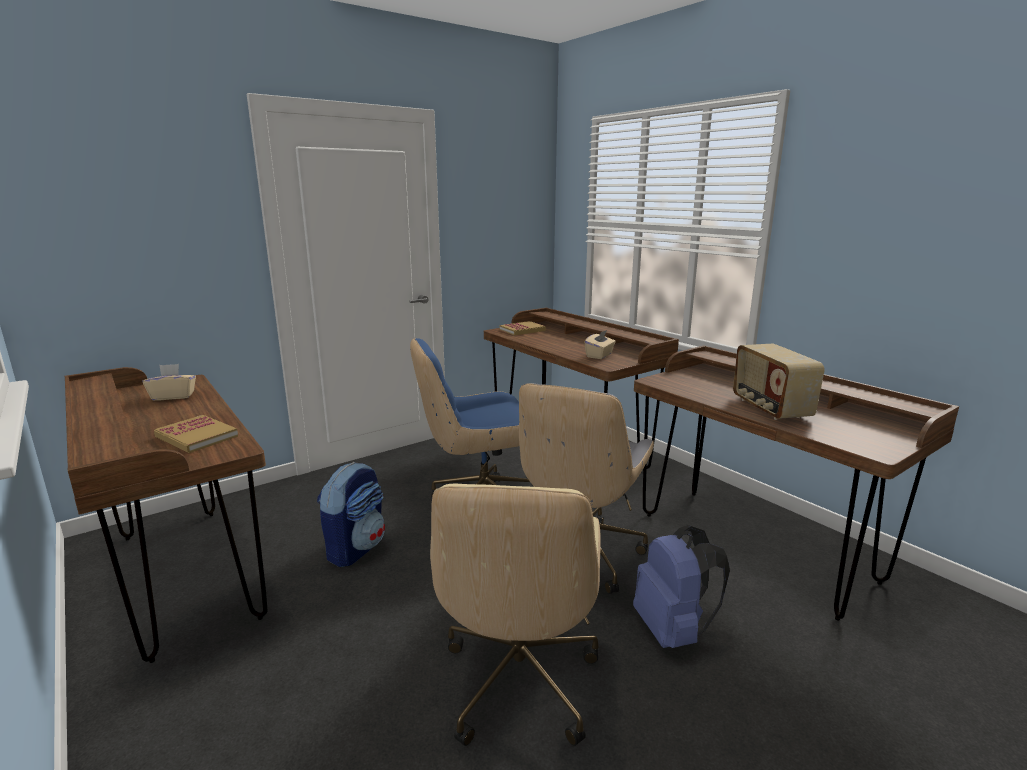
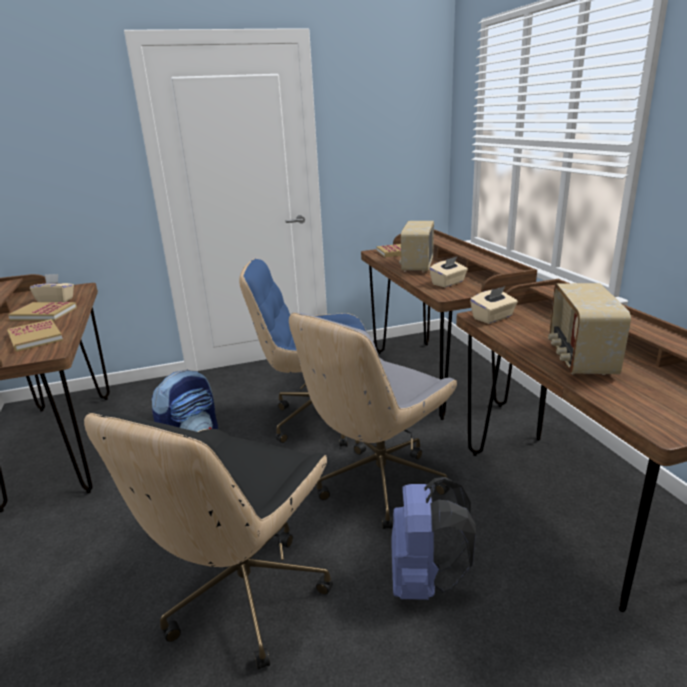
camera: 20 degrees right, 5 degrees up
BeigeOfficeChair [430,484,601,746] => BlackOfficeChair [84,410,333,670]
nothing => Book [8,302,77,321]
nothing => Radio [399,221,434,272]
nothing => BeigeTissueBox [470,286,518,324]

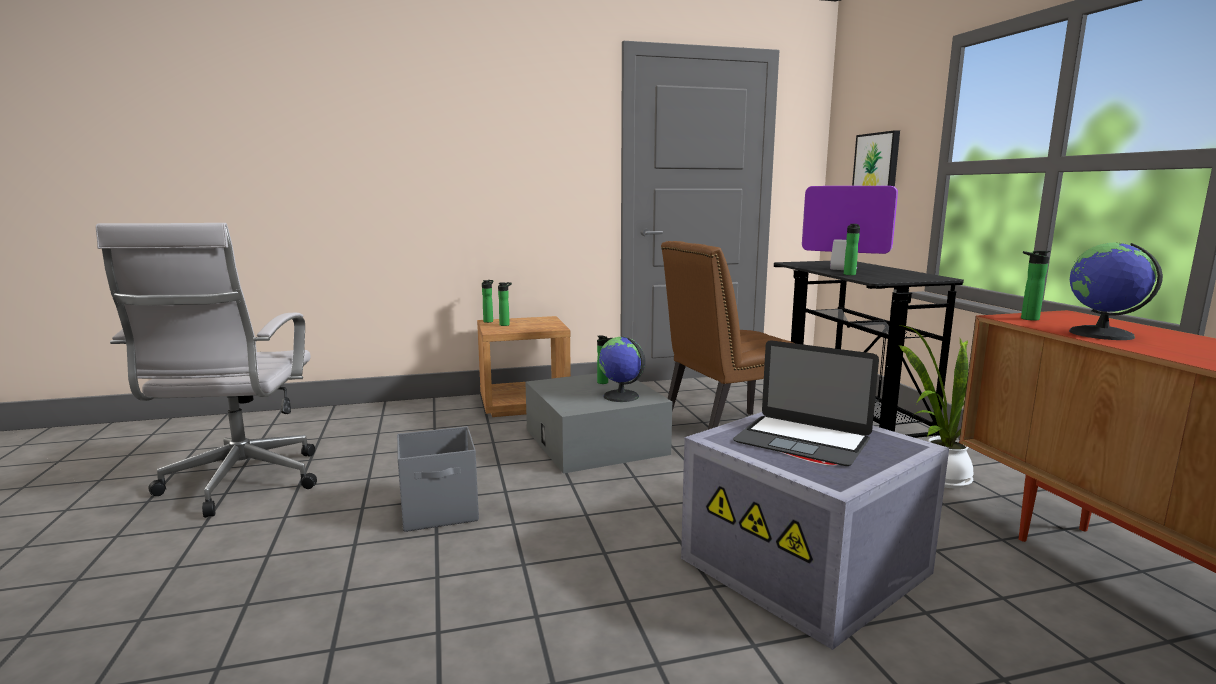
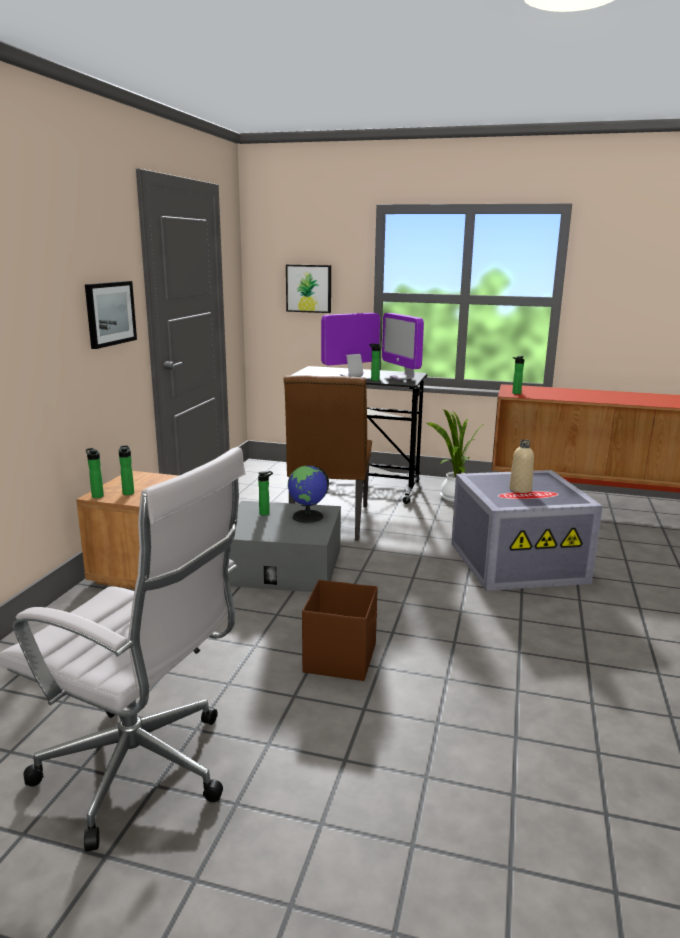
camera: 60 degrees left, 5 degrees up
GreyStorageBox [397,426,479,532] => BrownStorageBox [302,580,378,681]
Laptop [733,340,879,466] => BeigeBottle [509,439,534,493]
Globe [1069,243,1163,340] => nothing
nothing => Picture [85,281,137,349]
nothing => Monitor [382,313,424,380]

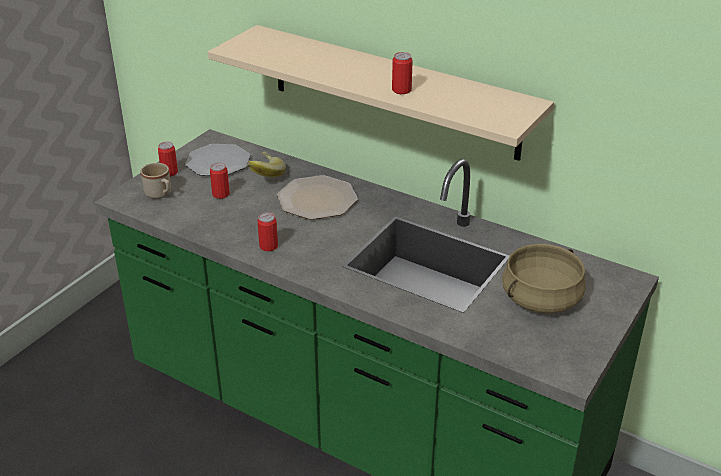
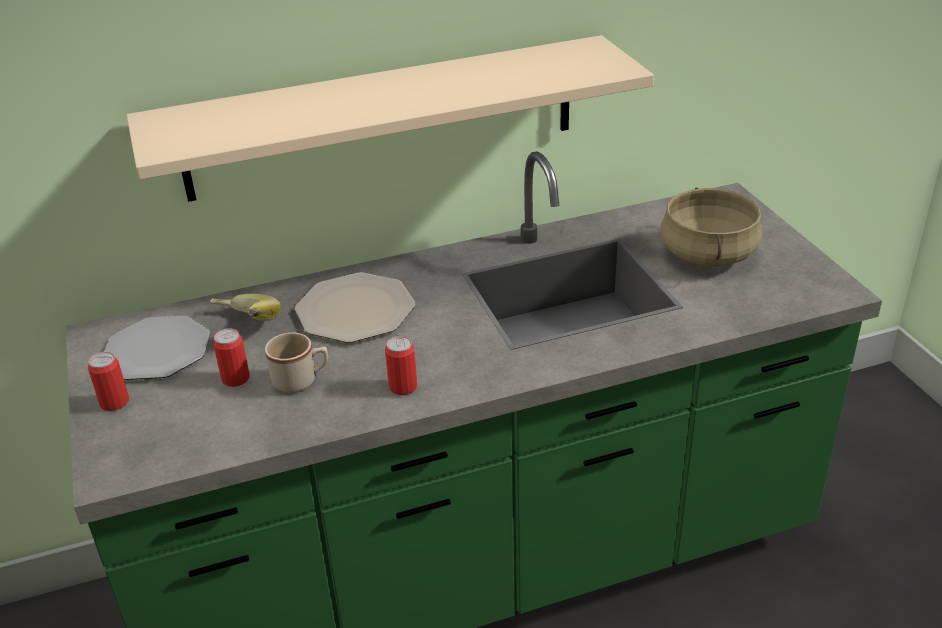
camera: 50 degrees left, 0 degrees up
BeigeMug [141,163,171,199] => BeigeMug [265,333,328,393], relocated
Can [392,52,413,94] => nothing

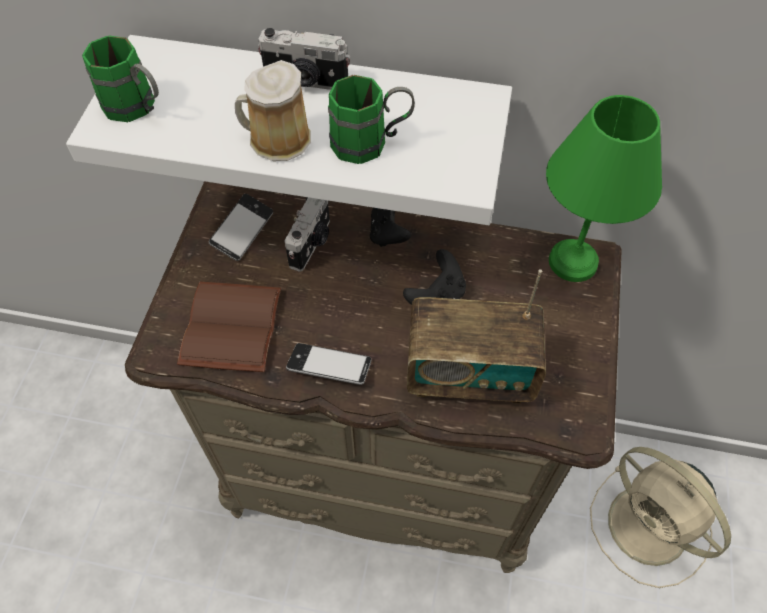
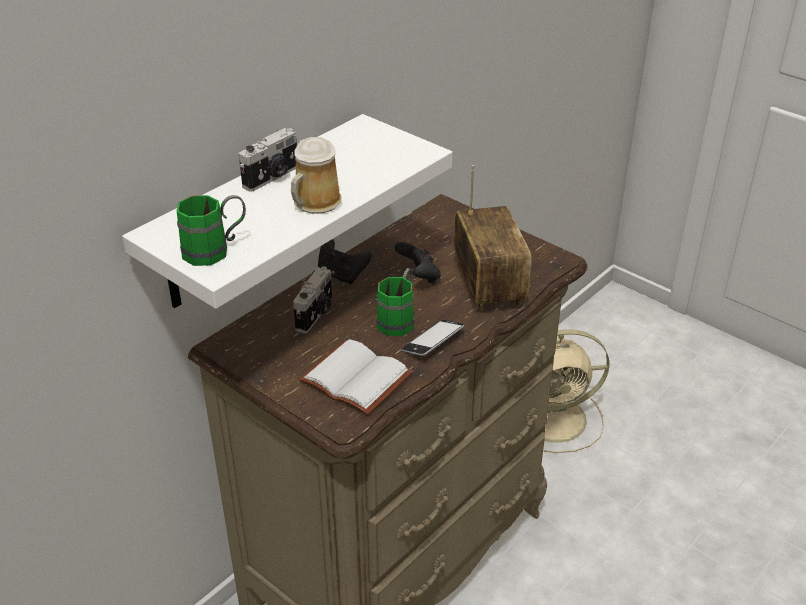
camera: 60 degrees left, 20 degrees down
BrownBook [177,282,281,372] => WhiteBook [299,339,413,415]
Phone [209,194,273,261] => nothing
PhotoCamera [285,197,330,272] => PhotoCamera [293,266,332,333], 60 degrees clockwise
GreenMug [328,75,415,164] => GreenMug [376,268,414,336], relocated
Radio [407,270,546,404] => Radio [454,165,531,311], 45 degrees counterclockwise
GreenTableLamp [546,95,662,282] => nothing

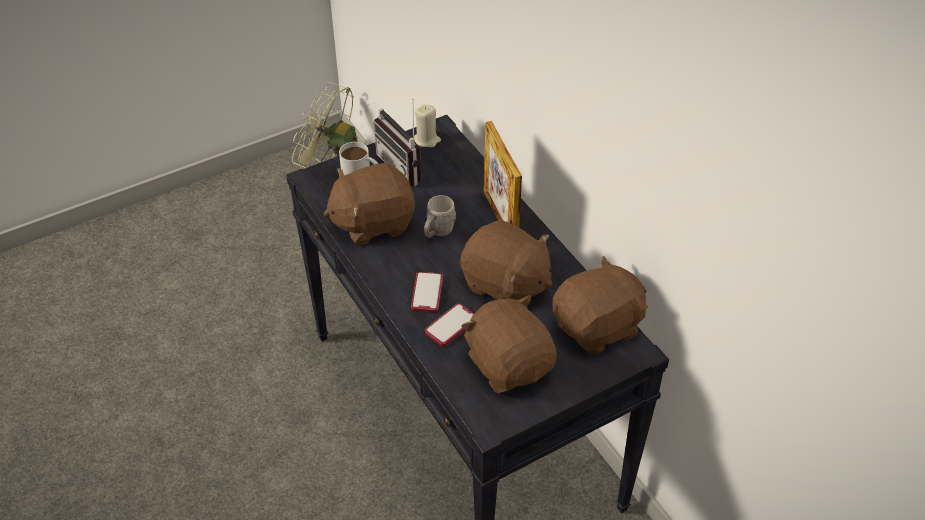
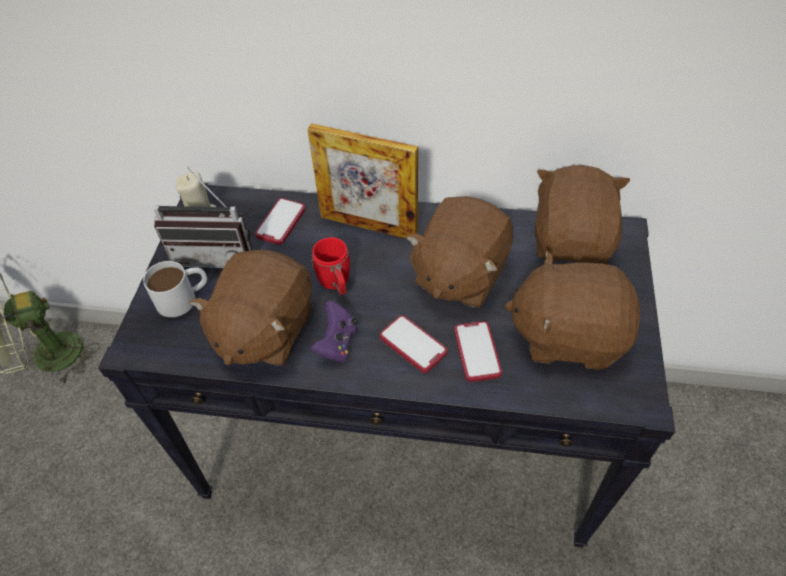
camera: 50 degrees left, 5 degrees up
GreyMug [424,195,456,238] => RedMug [312,237,350,295]
BrownPlushToy [460,220,552,300] => BrownPlushToy [406,196,513,307], 135 degrees clockwise
nothing => Phone [255,198,306,245]
nothing => PurpleGameController [311,301,357,362]

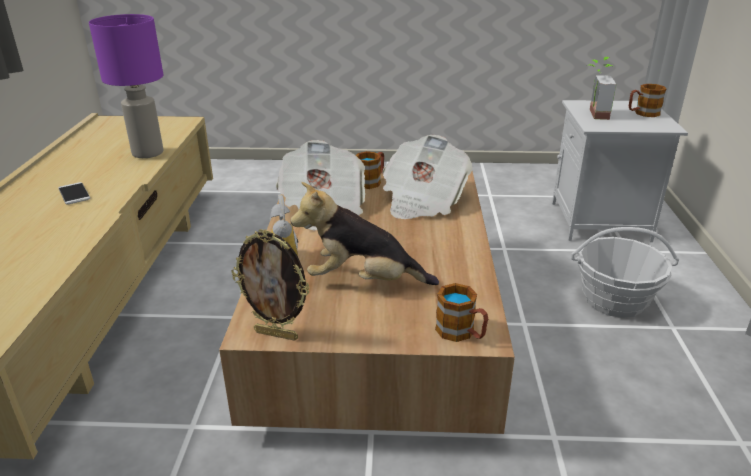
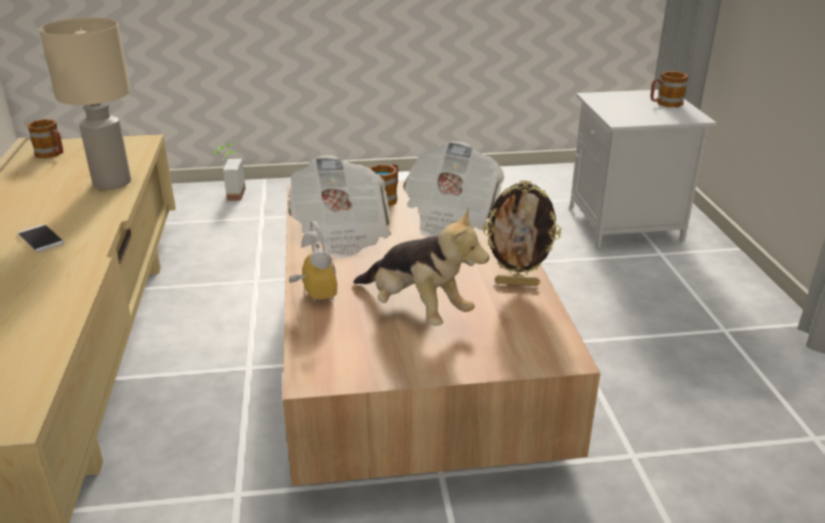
camera: 10 degrees left, 0 degrees up
PurpleTableLamp [89,14,163,158] => BeigeTableLamp [39,17,131,190]
PictureFrame [231,229,310,341] => PictureFrame [483,180,561,286], relocated
PlushToy [290,182,439,285] => PlushToy [353,208,489,326], 135 degrees counterclockwise
Mug [435,283,488,342] => Mug [27,119,63,159], relocated
Basket [571,227,679,318] => nothing
PottedPlant [588,57,616,120] => PottedPlant [212,144,246,201], relocated

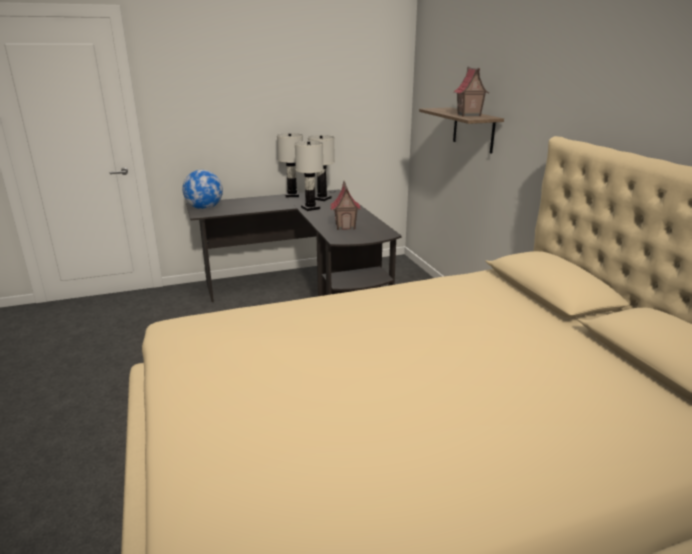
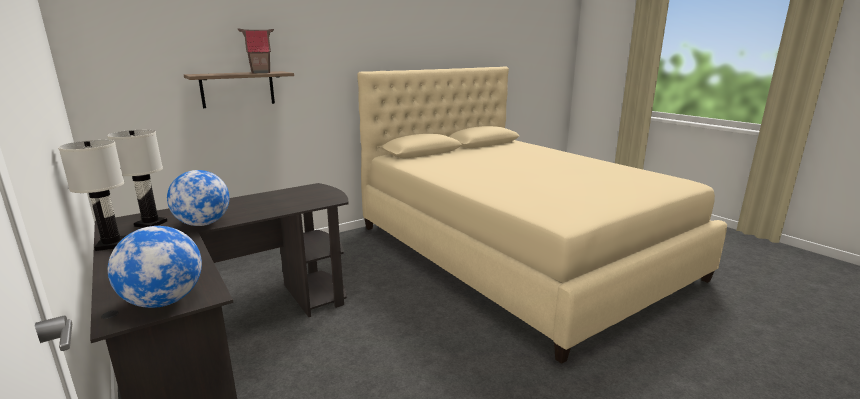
camera: 105 degrees left, 5 degrees down
WhiteTableLamp [295,141,324,211] => Globe [167,170,229,226]
ToyHouse [330,181,361,230] => nothing

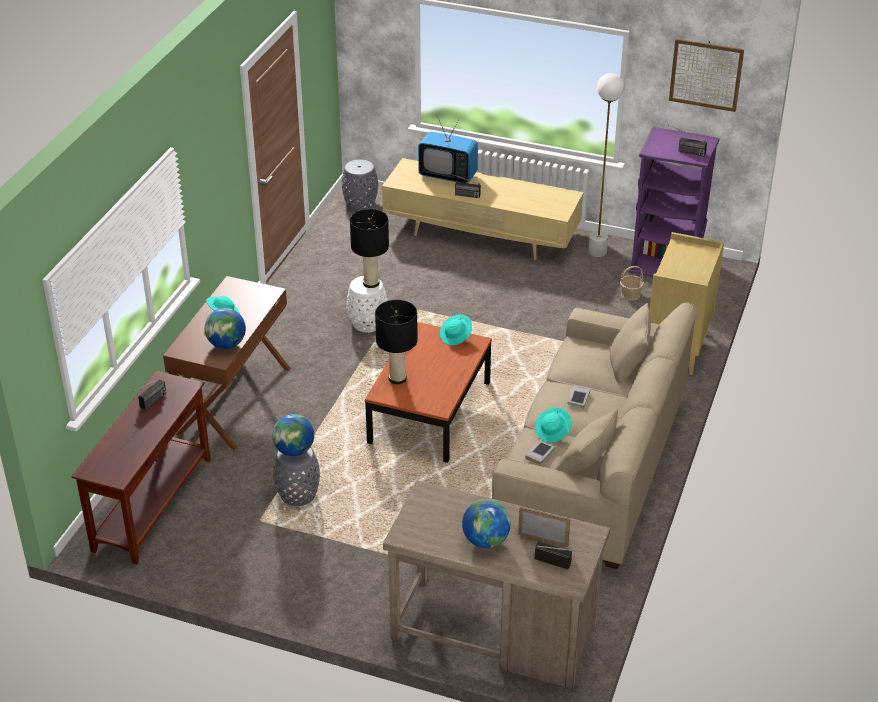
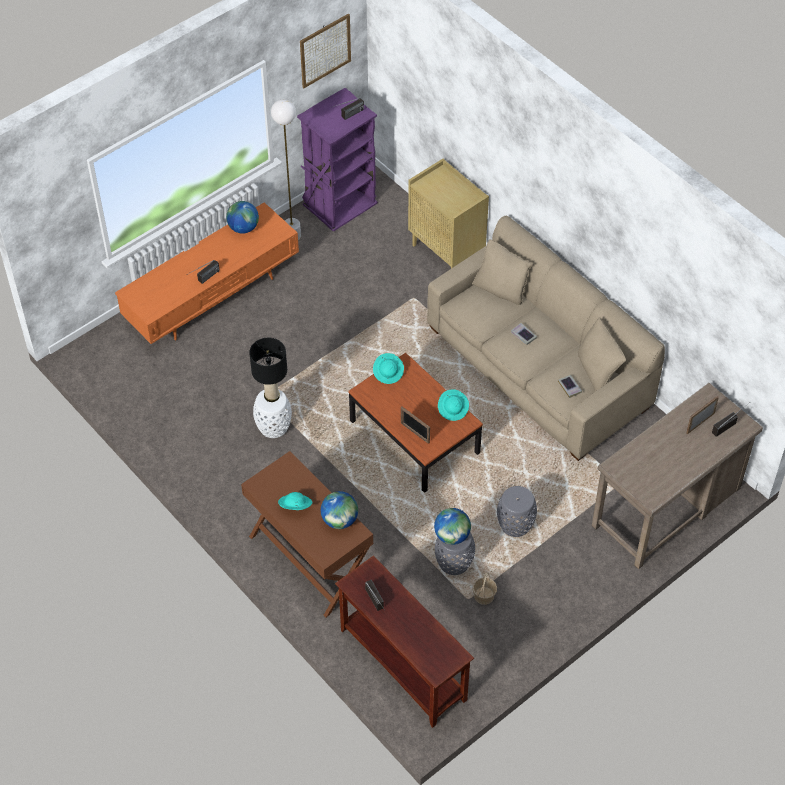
camera: 60 degrees left, 15 degrees up
GreyStool [342,159,378,211] => GreyStool [497,486,537,537], relocated
BlackTableLamp [375,300,418,384] => PictureFrame [401,407,430,444]
BeigeTvStand [382,158,584,260] => OrangeTvStand [115,202,299,344]
Television [418,116,478,183] => nothing
Globe [462,499,511,548] => Globe [226,201,259,234], relocated
TurquoiseHat [535,407,572,443] => TurquoiseHat [438,389,469,421], relocated
Basket [620,266,644,301] => Basket [472,572,497,605], relocated

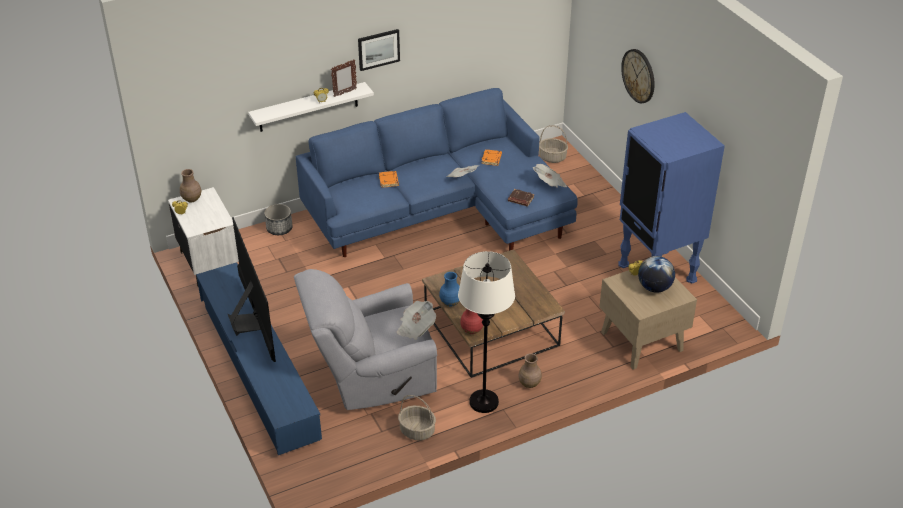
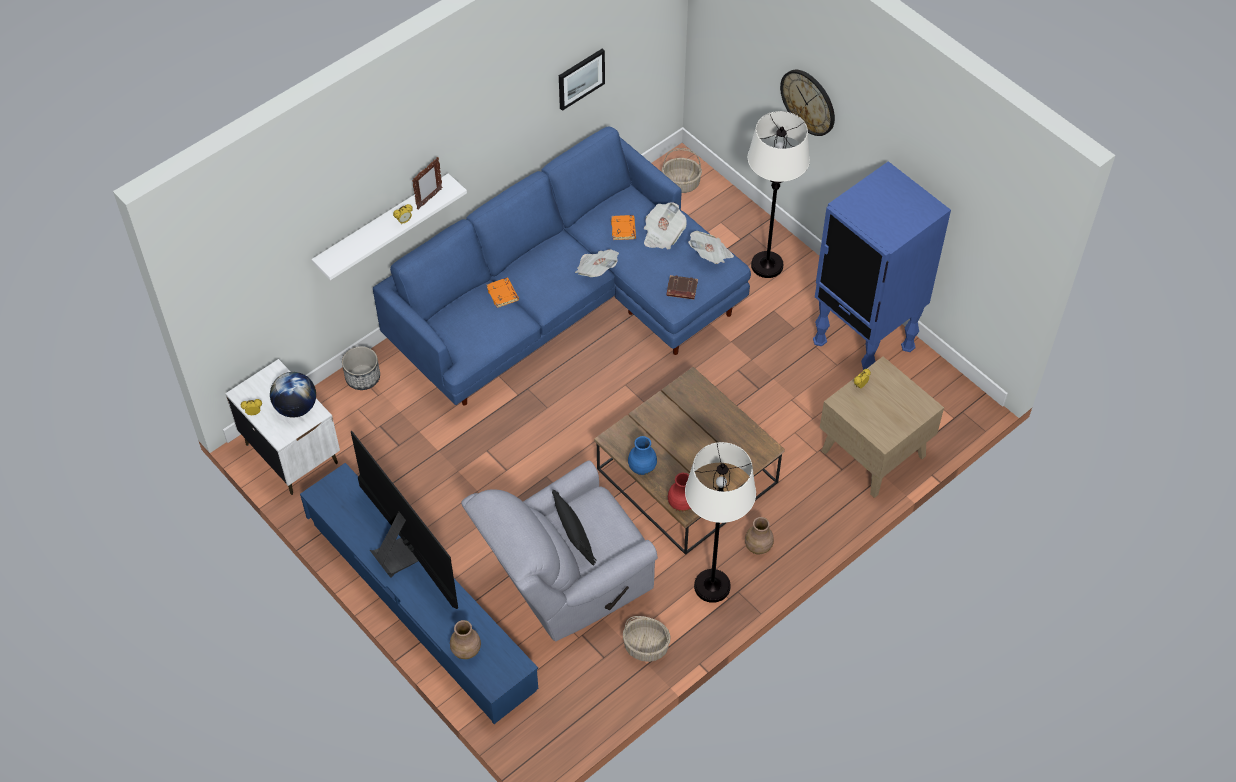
camera: 15 degrees left, 15 degrees up
BrownVase [180,169,201,203] => BrownVase [450,620,481,659], relocated
Picture [358,29,400,71] => Picture [559,49,605,111], relocated
Newspaper [397,301,436,340] => Newspaper [644,202,687,249], relocated
Globe [638,256,675,293] => Globe [270,372,316,418], relocated
nothing => BlackPillow [552,490,597,565]
nothing => WhiteFloorLamp [747,111,810,278]

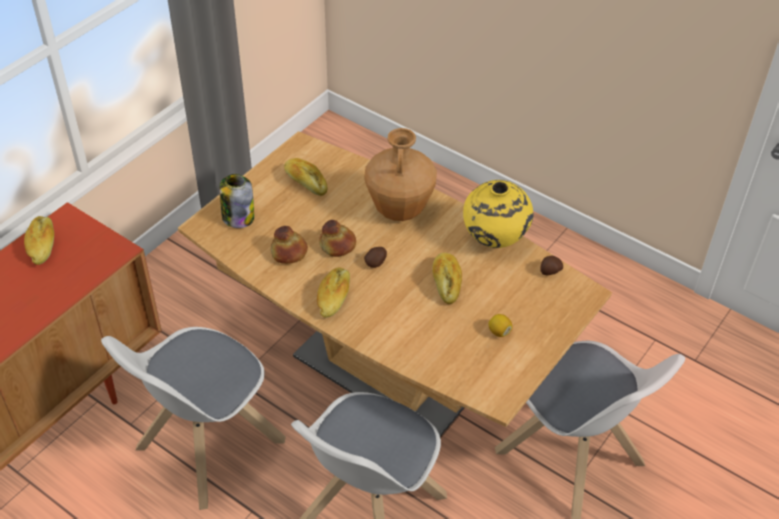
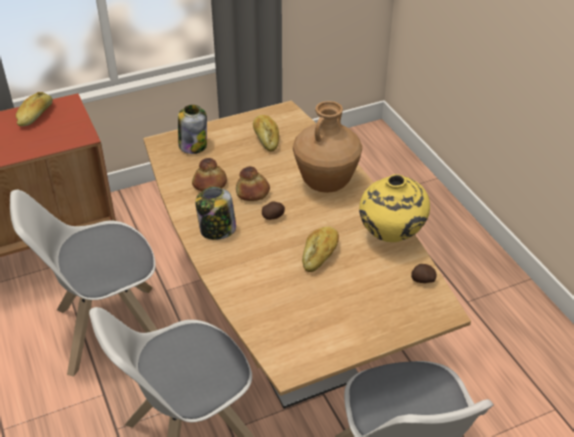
camera: 30 degrees right, 5 degrees down
Bread [317,267,350,318] => Jar [195,187,236,240]
Lemon [488,314,512,337] => nothing

